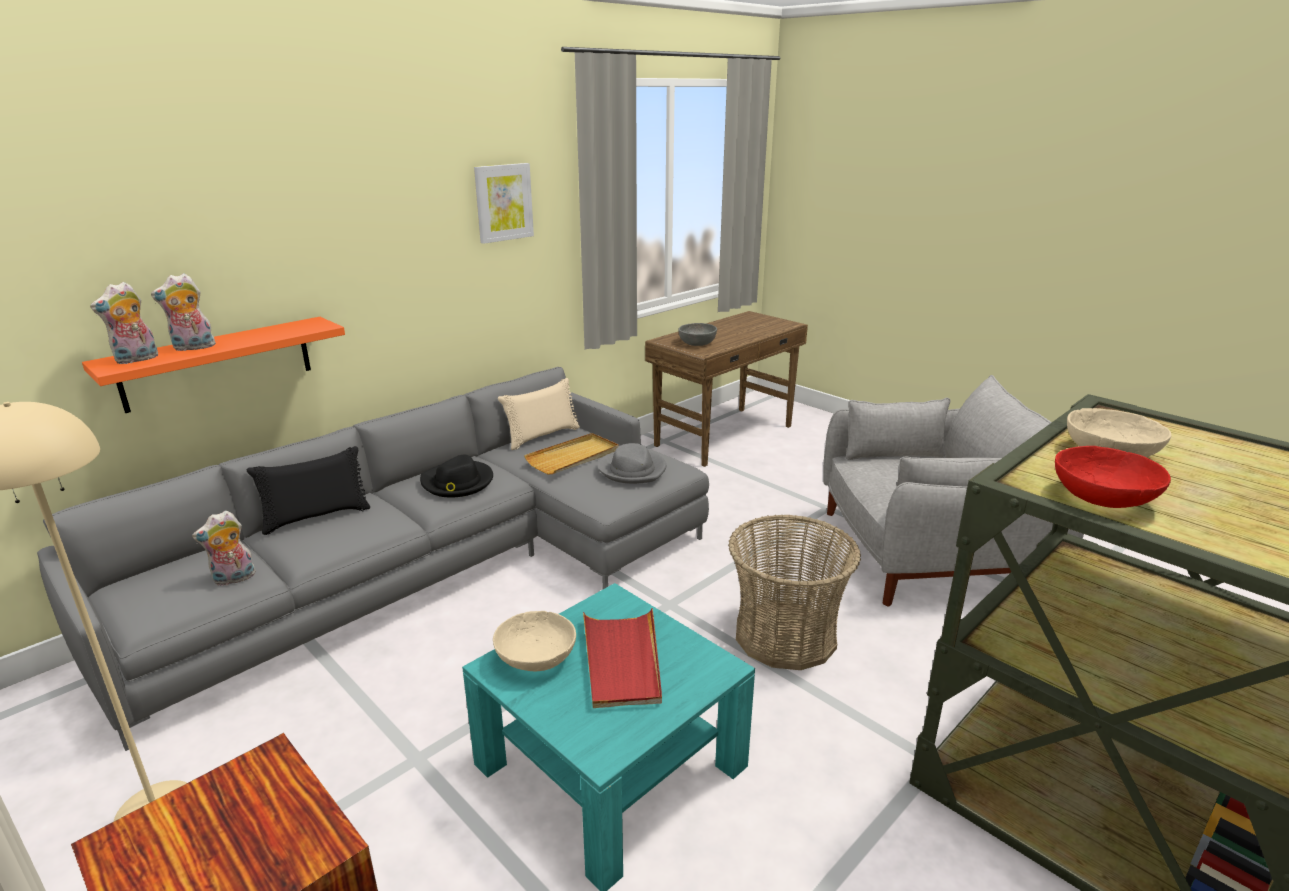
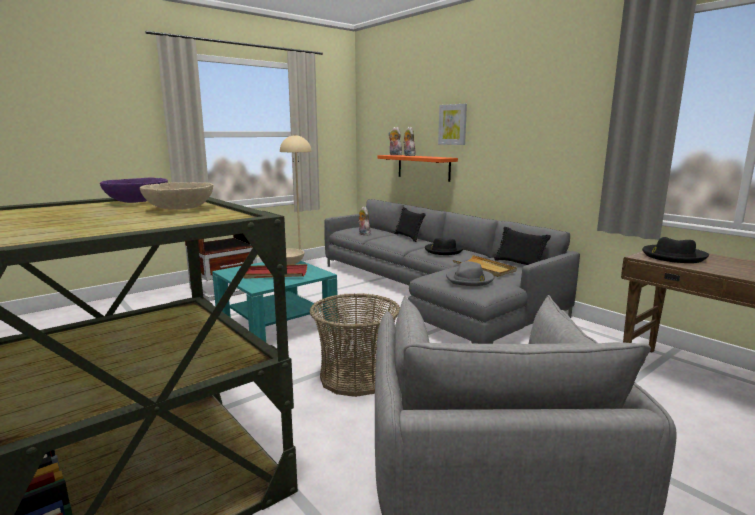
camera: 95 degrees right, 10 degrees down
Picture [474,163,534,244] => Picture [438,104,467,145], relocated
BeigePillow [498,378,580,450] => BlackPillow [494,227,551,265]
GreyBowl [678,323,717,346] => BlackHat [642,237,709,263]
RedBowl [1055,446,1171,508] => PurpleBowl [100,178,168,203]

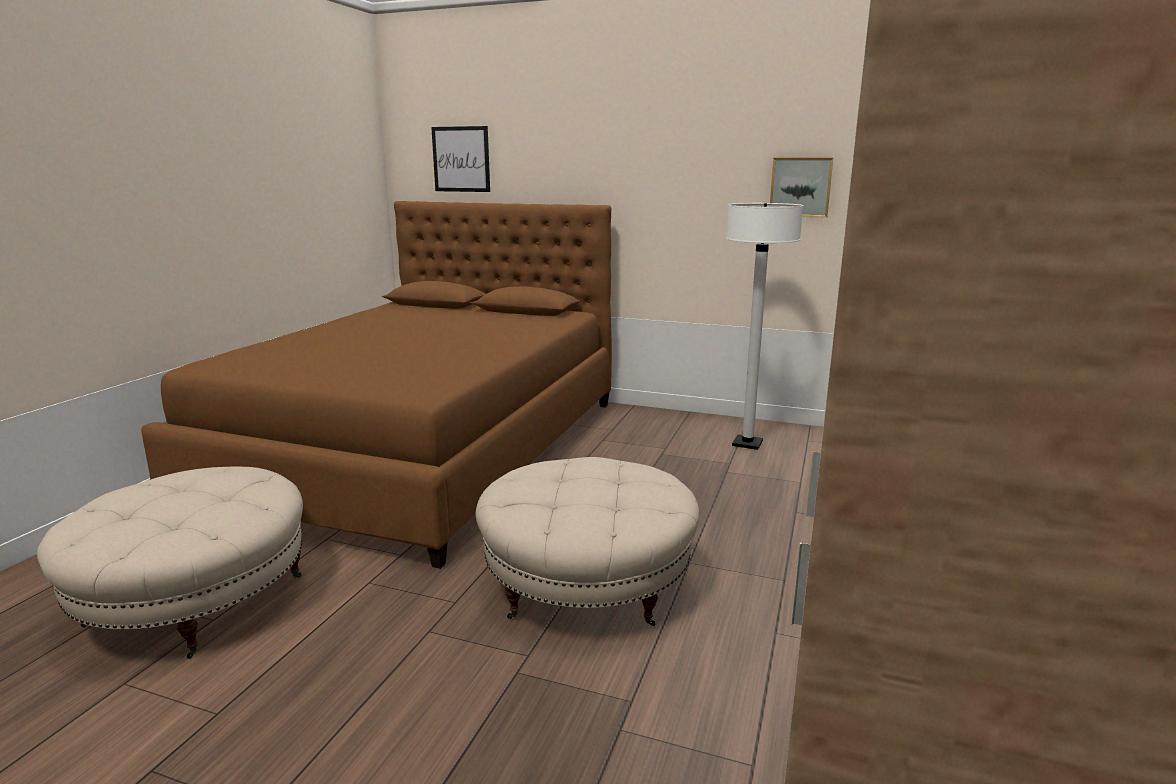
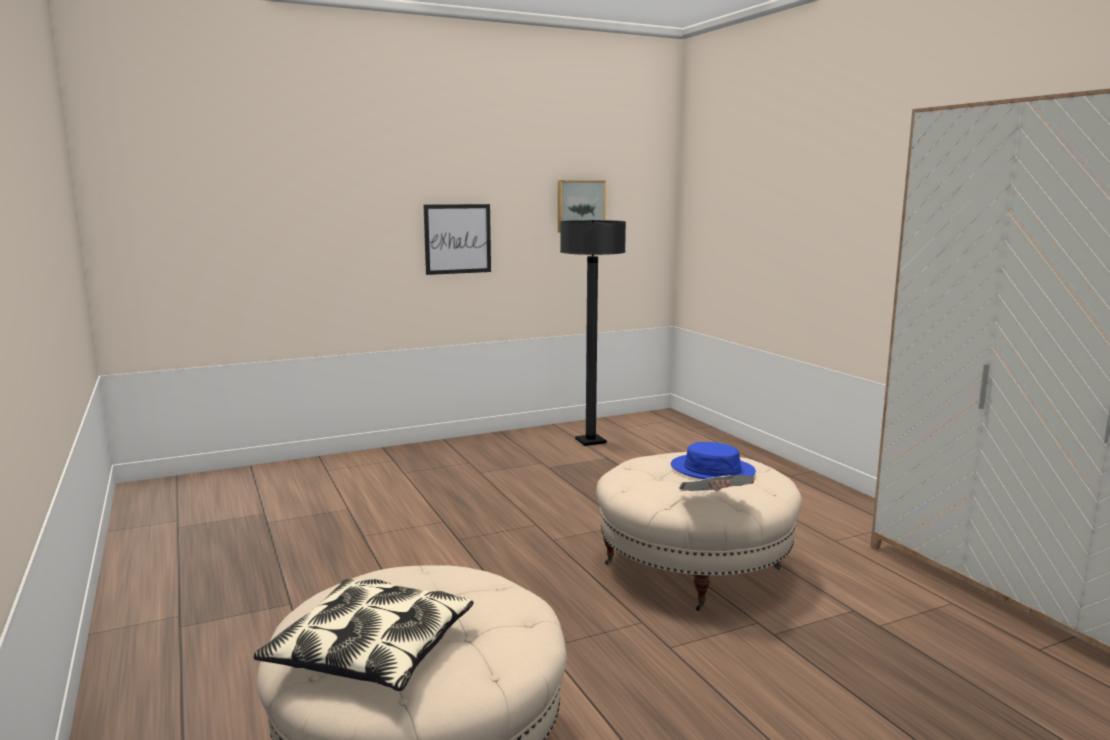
camera: 45 degrees left, 5 degrees down
BrownBed [141,201,612,569] => nothing
Picture [431,126,490,192] => Picture [423,204,491,275], relocated
WhiteFloorLamp [726,203,804,450] => BlackFloorLamp [560,220,626,446]
nothing => Pillow [253,579,474,691]
nothing => BlueHat [671,442,756,479]
nothing => Newspaper [679,475,755,491]

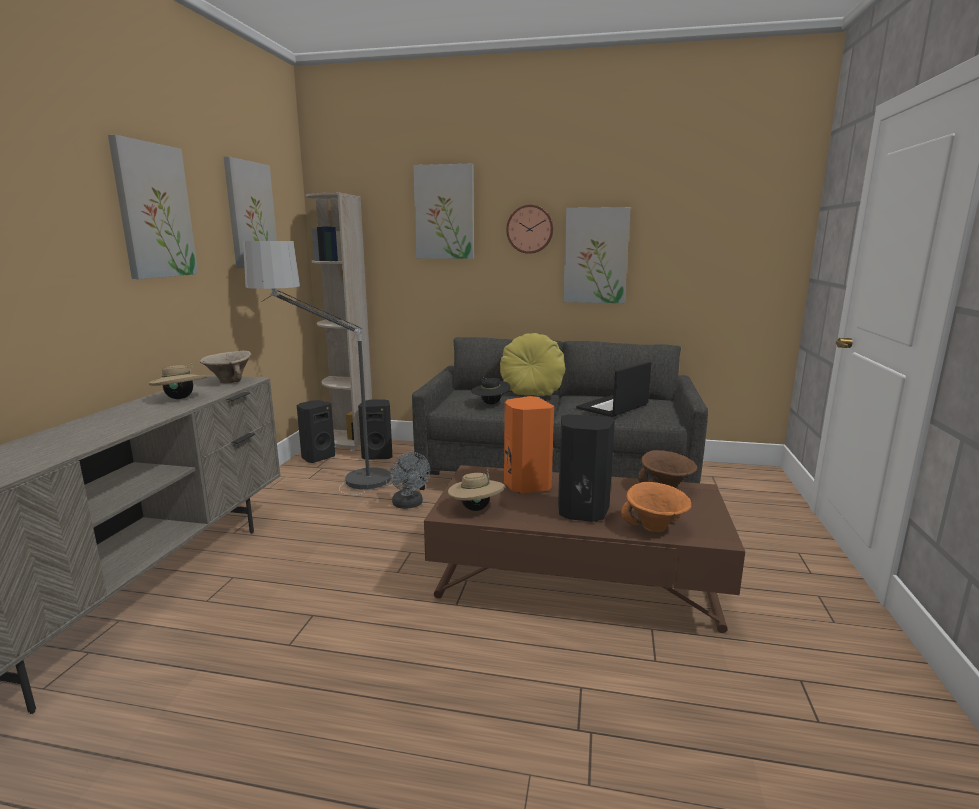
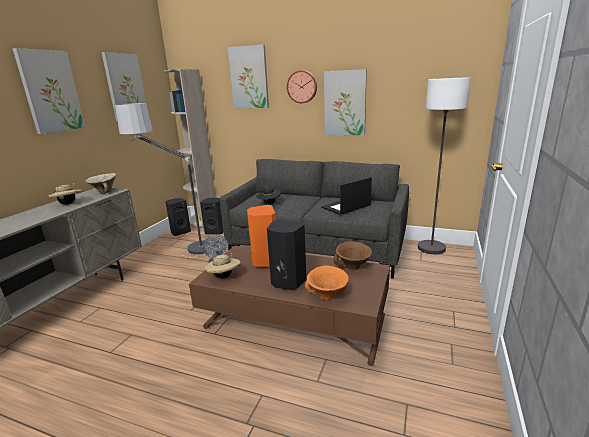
camera: 10 degrees right, 5 degrees up
YellowPillow [500,333,565,396] => nothing
nothing => WhiteFloorLamp [418,77,471,254]

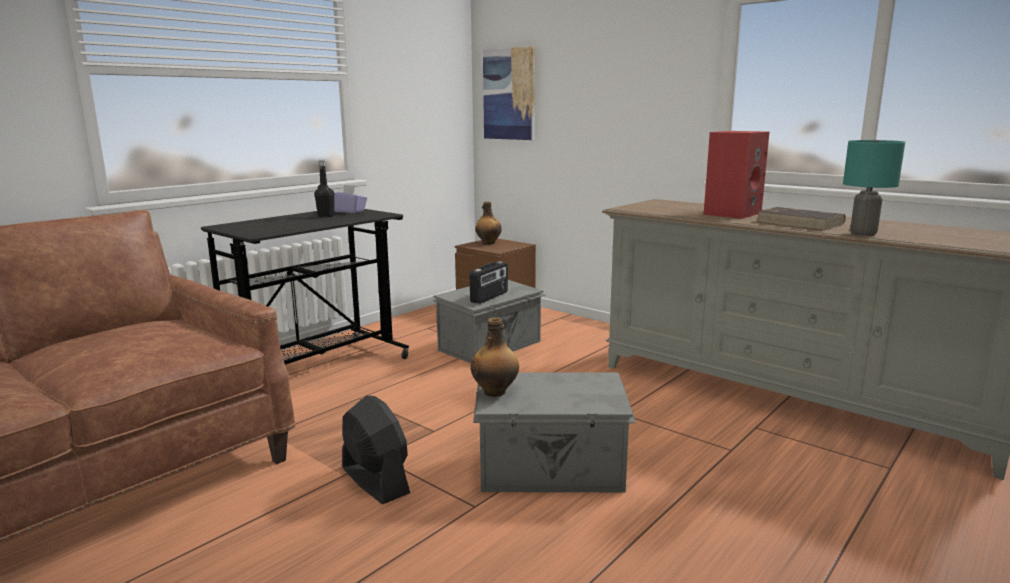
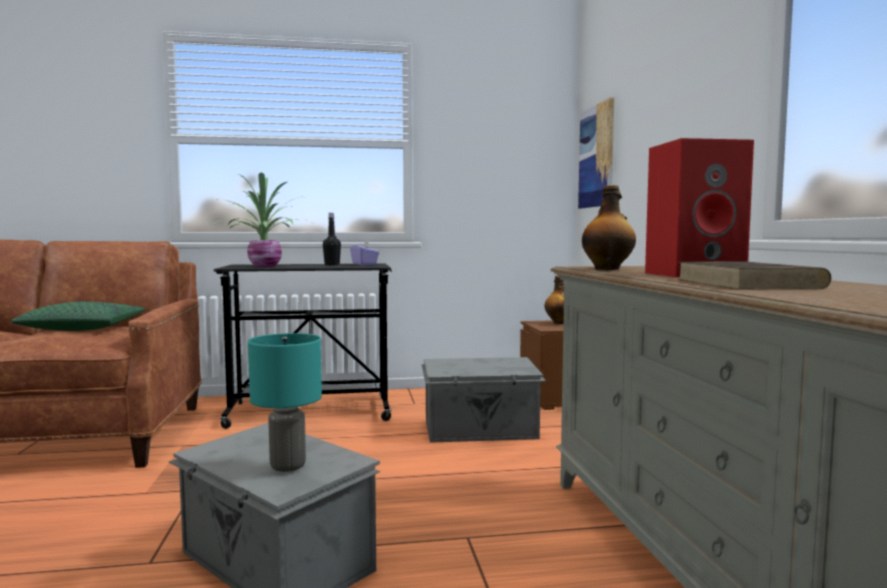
camera: 40 degrees right, 10 degrees down
BlackFan [342,395,410,504] => nothing
Radio [470,261,508,304] => nothing
Bottle [471,317,519,397] => Bottle [582,185,636,270], relocated
TurquoiseTableLamp [843,139,905,236] => TurquoiseTableLamp [248,333,322,472], relocated
nothing => GreenPillow [11,301,145,331]
nothing => PottedPlant [213,173,315,267]

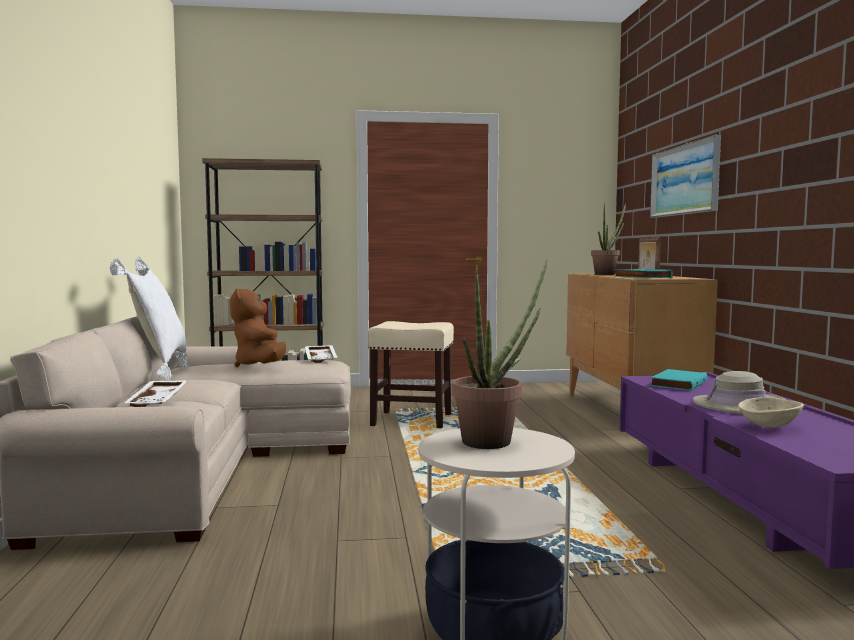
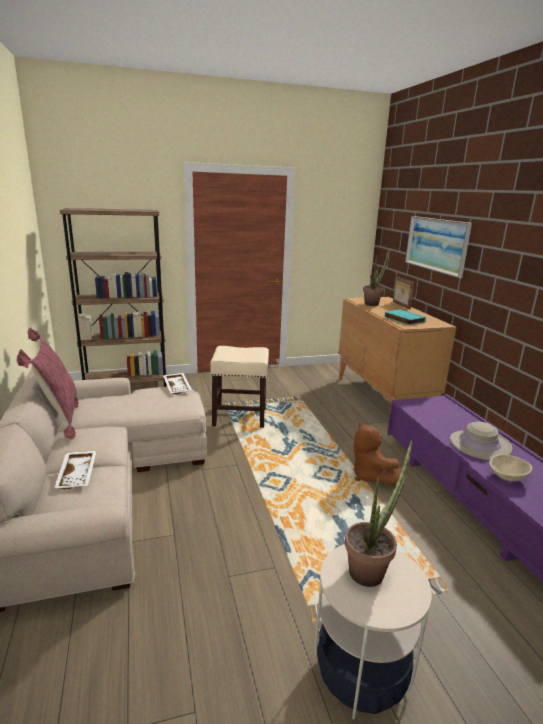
camera: 10 degrees left, 15 degrees up
WhitePillow [110,257,189,380] => RedPillow [17,328,79,440]
BrownPlushToy [230,288,286,367] => BrownPlushToy [353,422,403,485], relocated
TurquoiseBook [650,369,707,391] => nothing

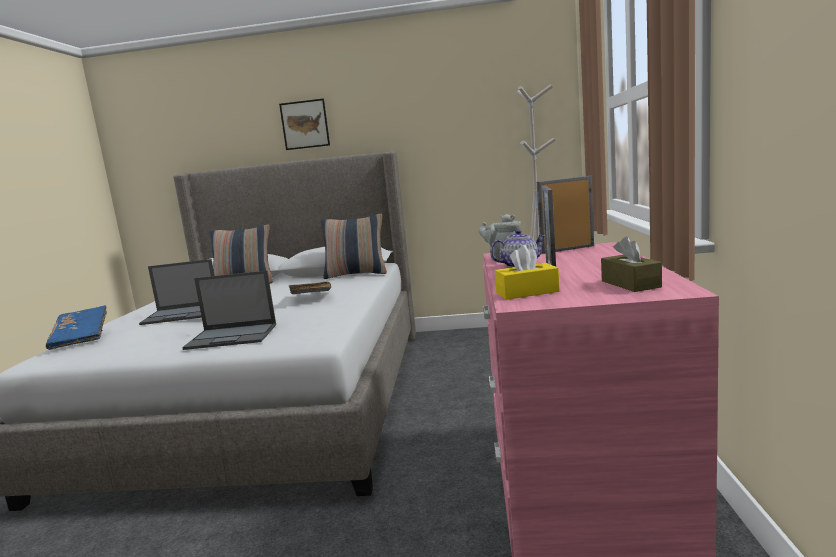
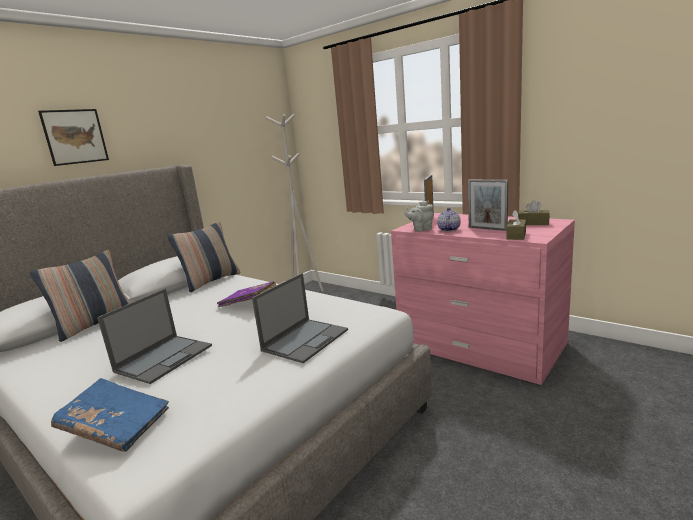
camera: 55 degrees left, 5 degrees up
GreyBook [289,282,331,294] => PurpleBook [217,281,276,307]
YellowTissueBox [495,245,560,300] => BrownTissueBox [506,210,526,240]

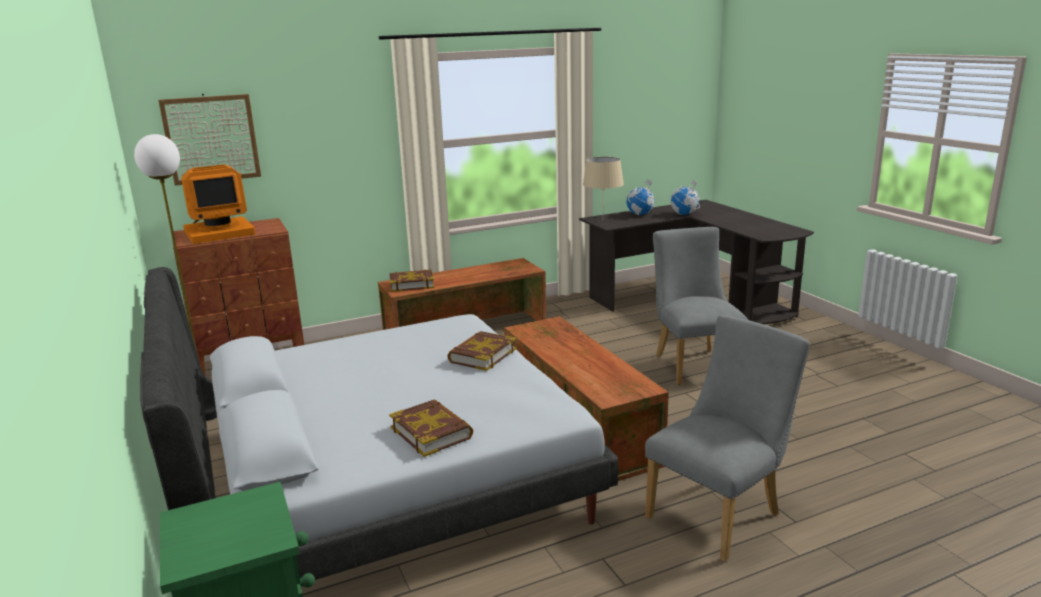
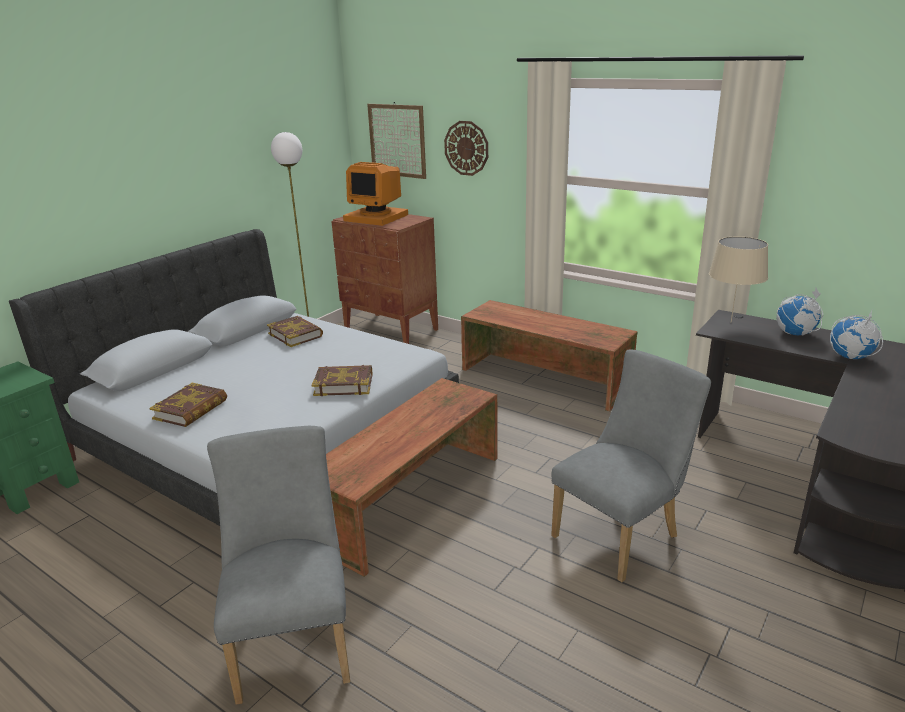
camera: 60 degrees right, 5 degrees up
Book [390,269,435,292] => Book [267,316,323,347], relocated
GreyChair [645,315,810,561] => GreyChair [207,426,350,705], 120 degrees counterclockwise
nothing => WallClock [444,121,488,176]

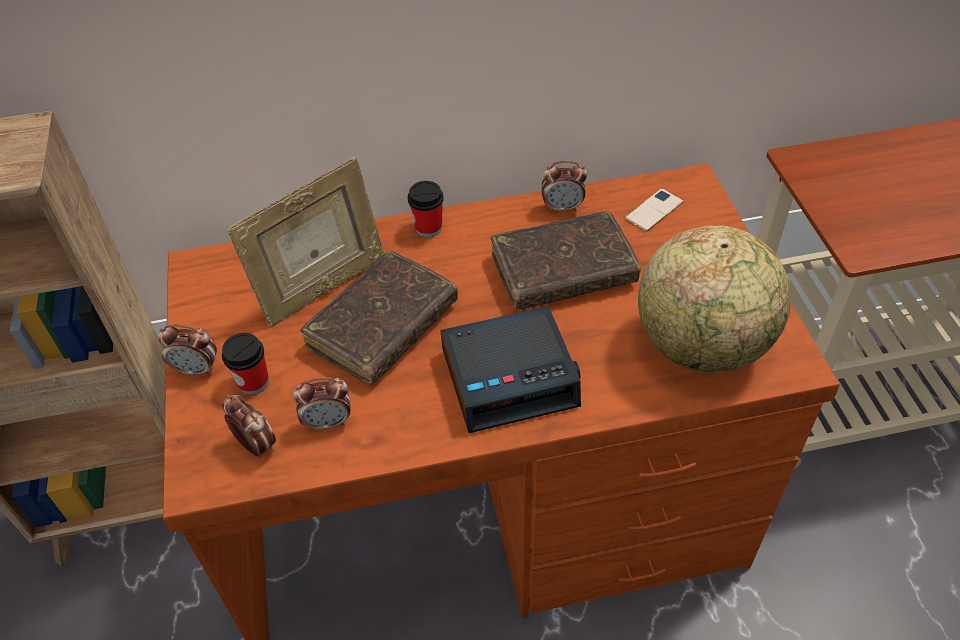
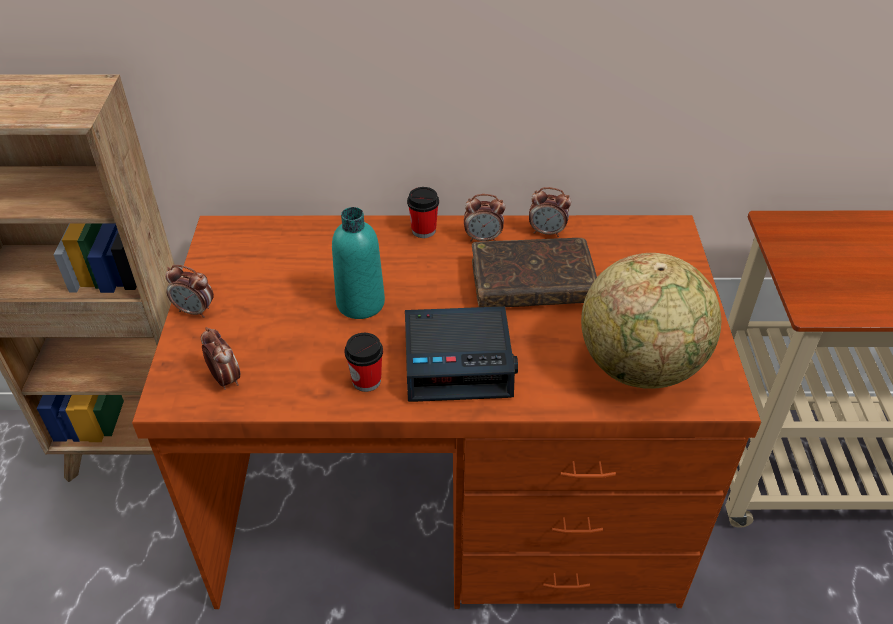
camera: 10 degrees right, 5 degrees down
Cup [222,333,269,395] => Cup [345,333,383,392], relocated
PictureFrame [227,157,384,327] => nothing
AlarmClock [293,377,350,431] => AlarmClock [464,194,505,242], relocated
BrownBook [300,251,458,385] => TurquoiseBottle [332,207,385,319]
Phone [625,188,683,232] => nothing

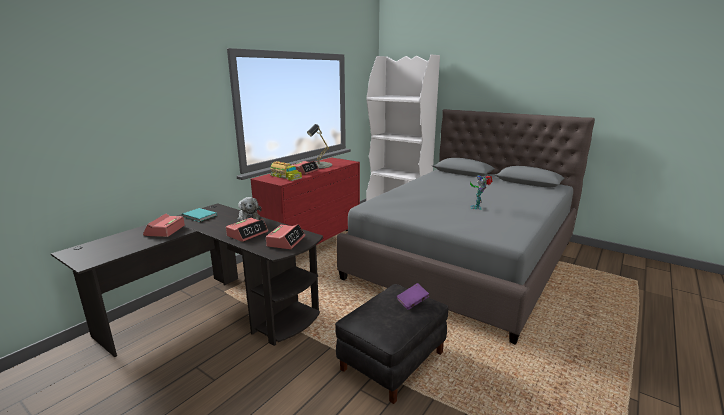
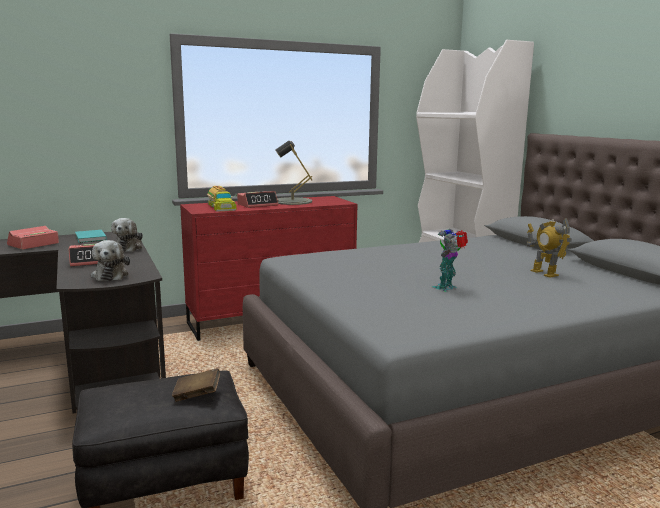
camera: 30 degrees right, 5 degrees down
AlarmClock [266,224,305,249] => PlushToy [91,240,130,281]
PurpleBook [396,283,429,310] => BrownBook [172,368,220,402]
nothing => ToyRobot [527,218,572,278]

